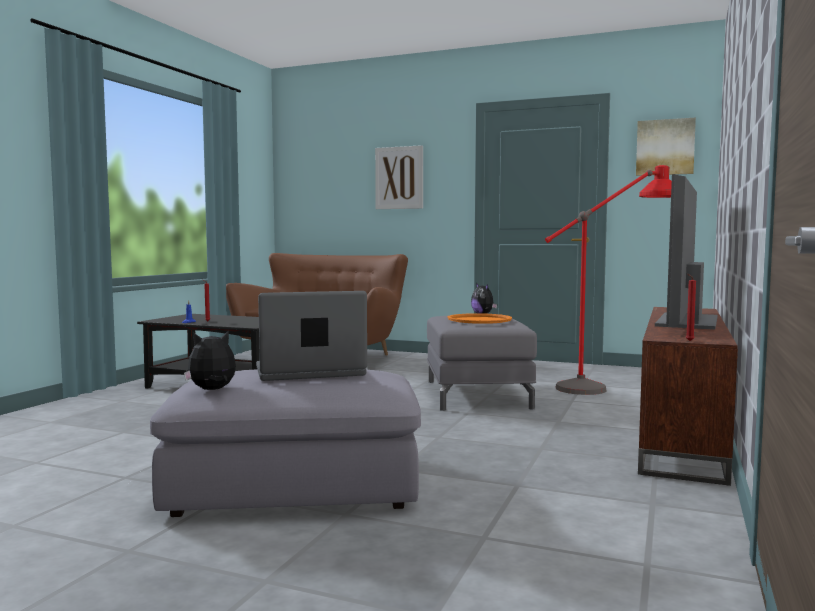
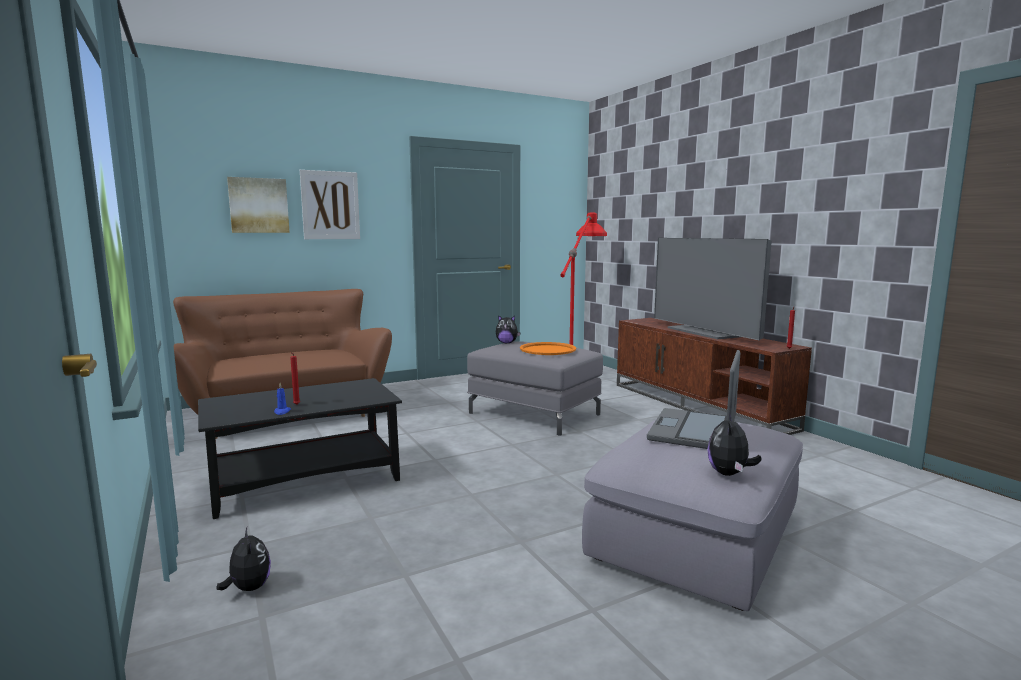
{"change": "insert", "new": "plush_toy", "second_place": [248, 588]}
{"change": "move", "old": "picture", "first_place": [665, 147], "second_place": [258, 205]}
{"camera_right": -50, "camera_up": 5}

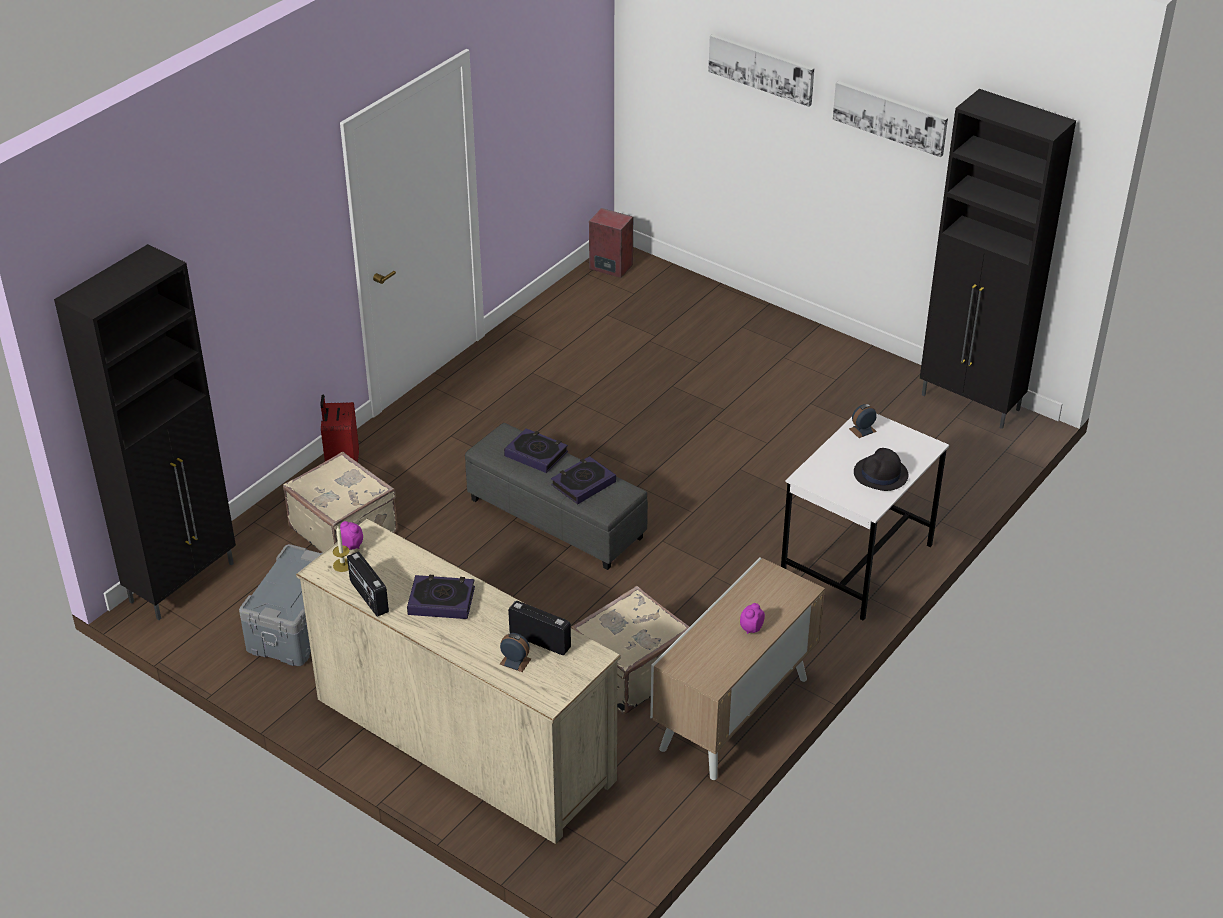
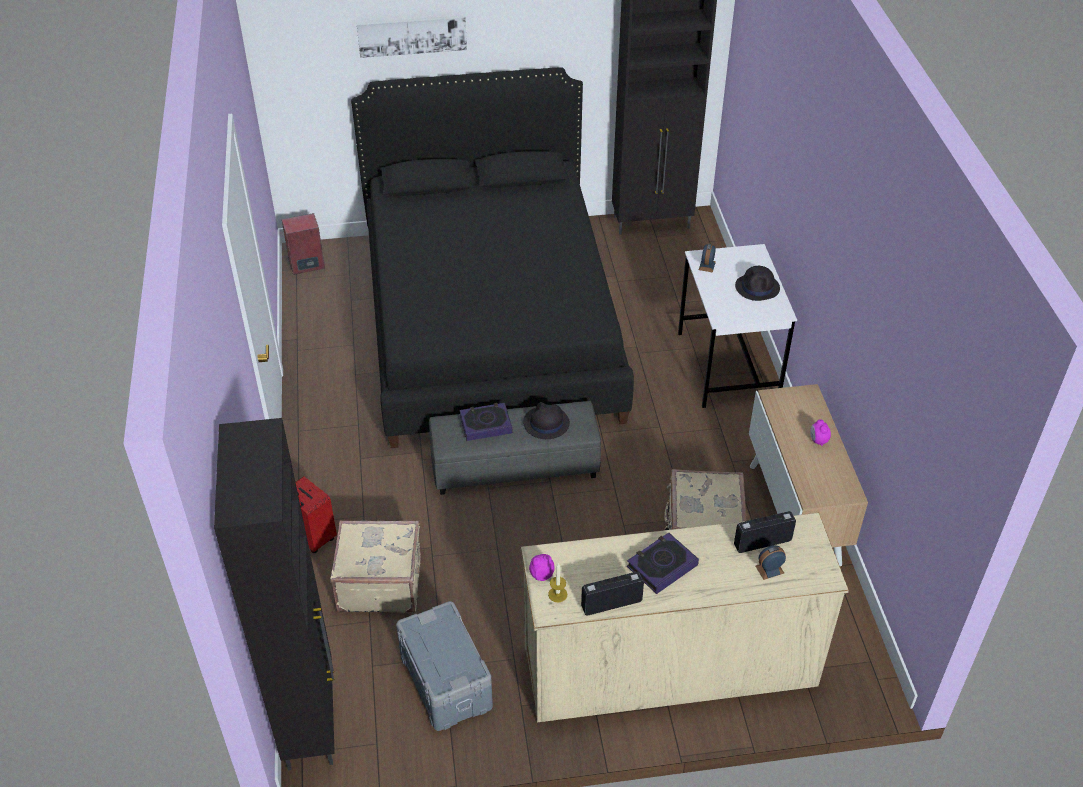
{"change": "insert", "new": "black_bed", "second_place": [490, 324]}
{"change": "replace", "old": "book", "new": "black_hat", "first_place": [583, 483], "second_place": [546, 423]}
{"change": "rotate", "old": "radio", "first_place": [368, 597], "second_place": [611, 603], "degrees": 150}
{"change": "delete", "old": "picture", "first_place": [890, 117]}
{"camera_right": -45, "camera_up": 5}

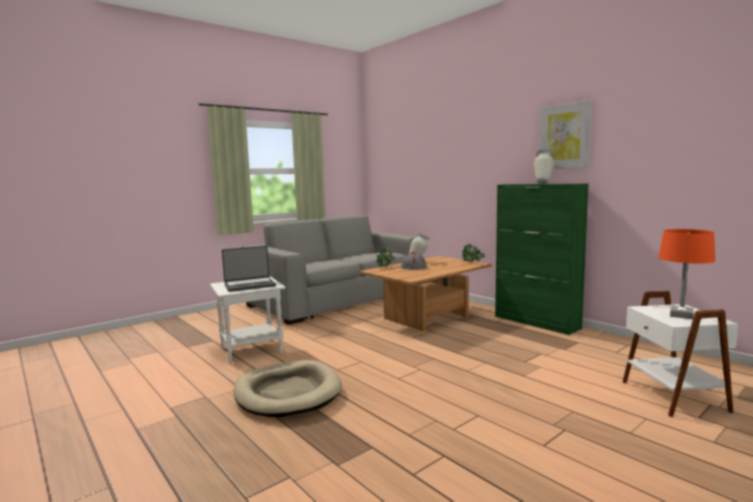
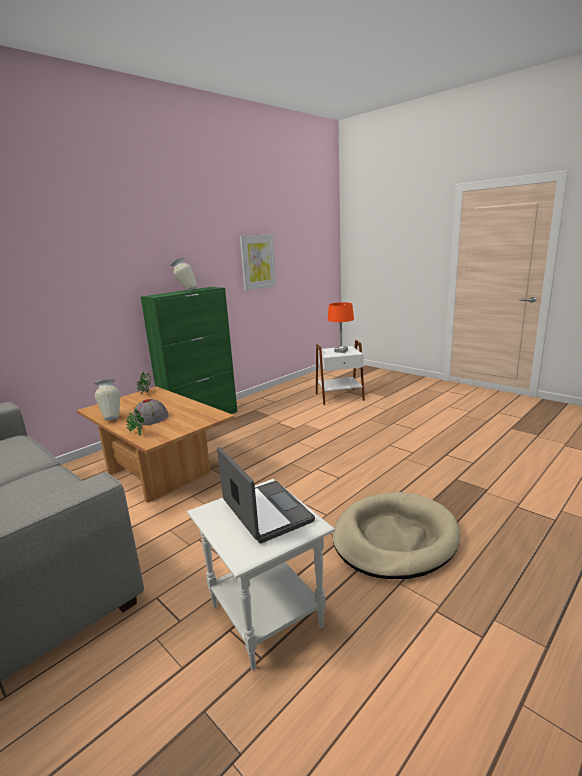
{"change": "move", "old": "picture", "first_place": [564, 136], "second_place": [257, 262]}
{"camera_right": -95, "camera_up": 10}

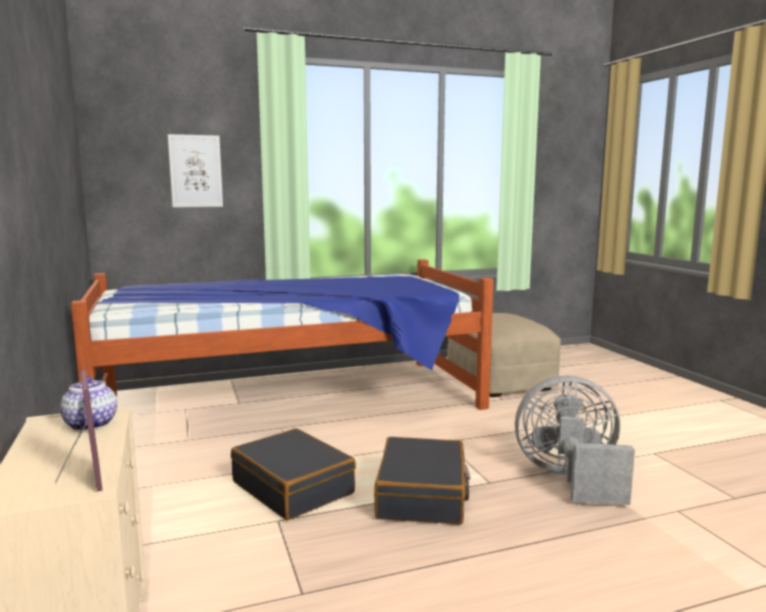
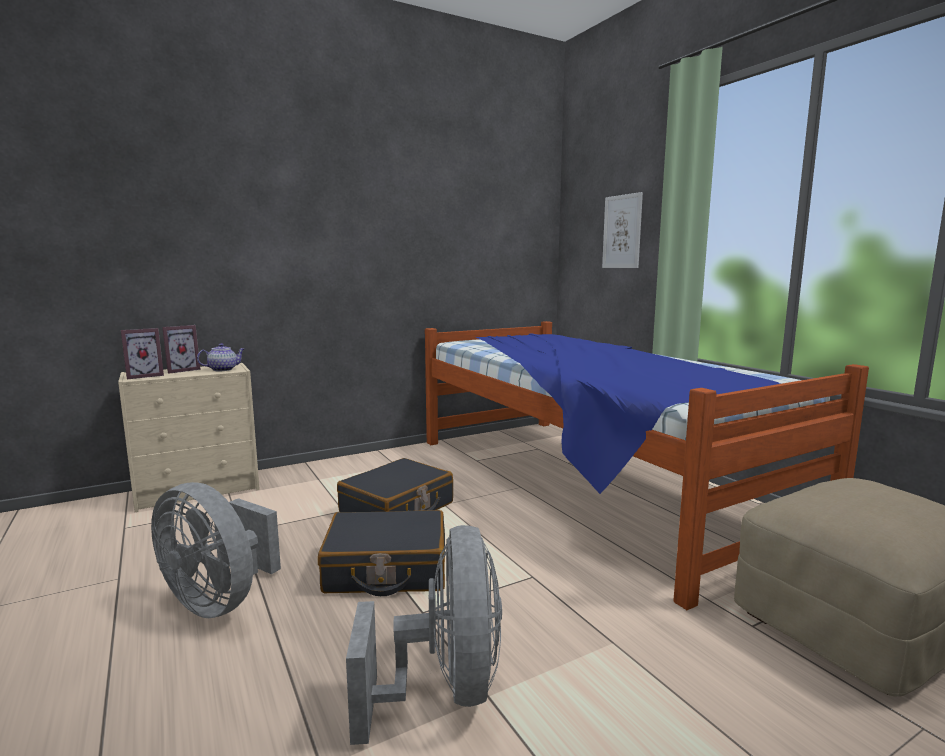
{"change": "insert", "new": "grey_fan", "second_place": [219, 600]}
{"change": "insert", "new": "picture_frame", "second_place": [181, 370]}
{"camera_right": 80, "camera_up": 0}

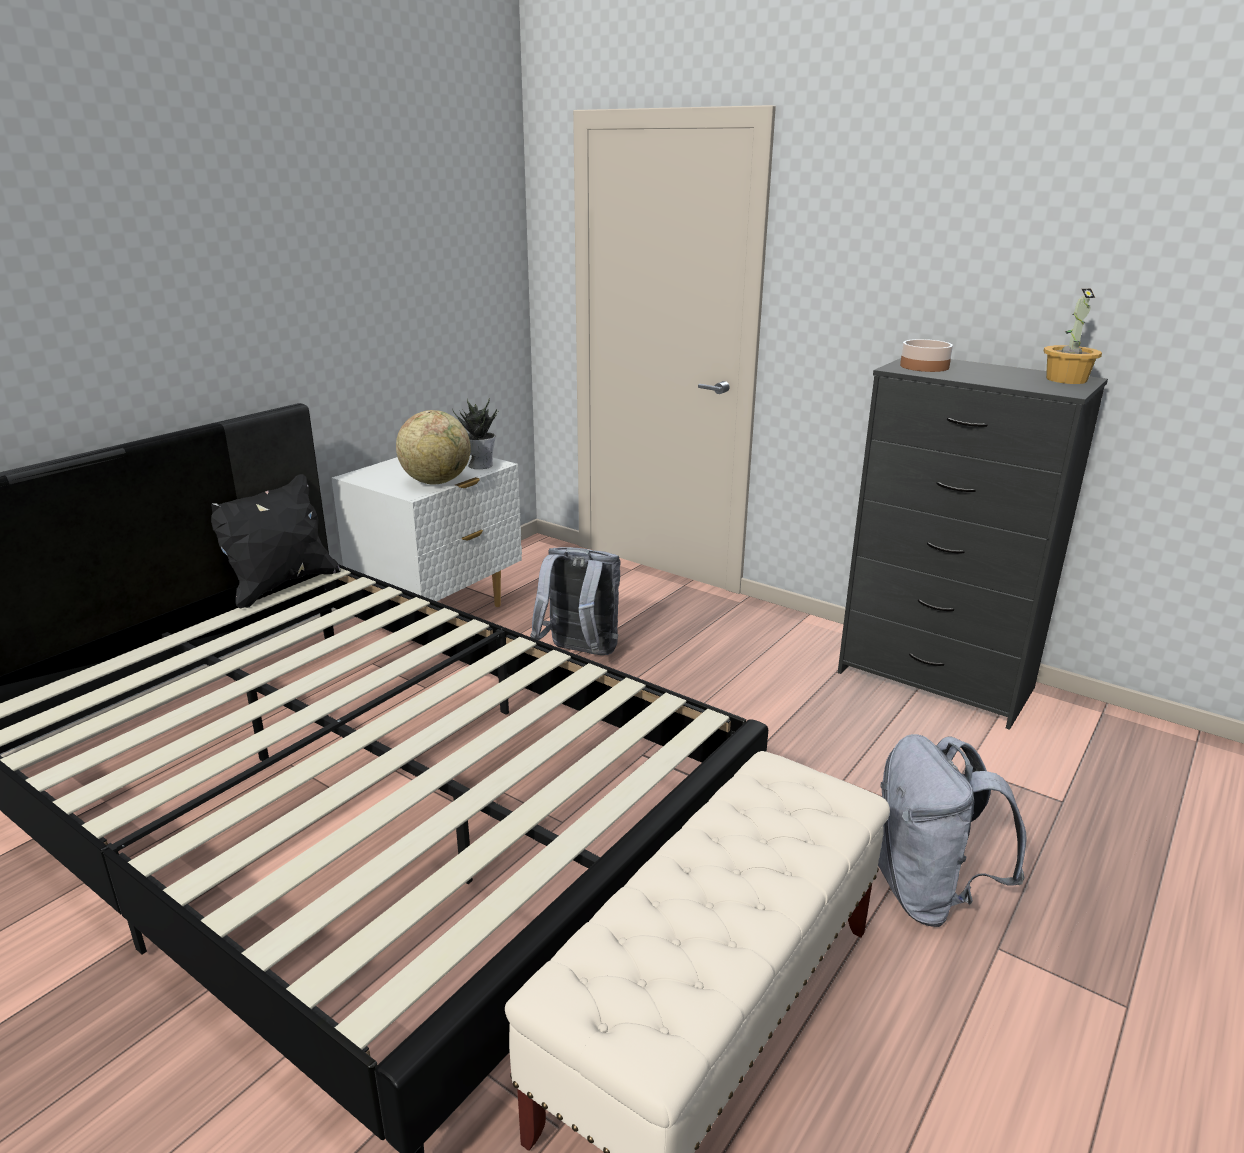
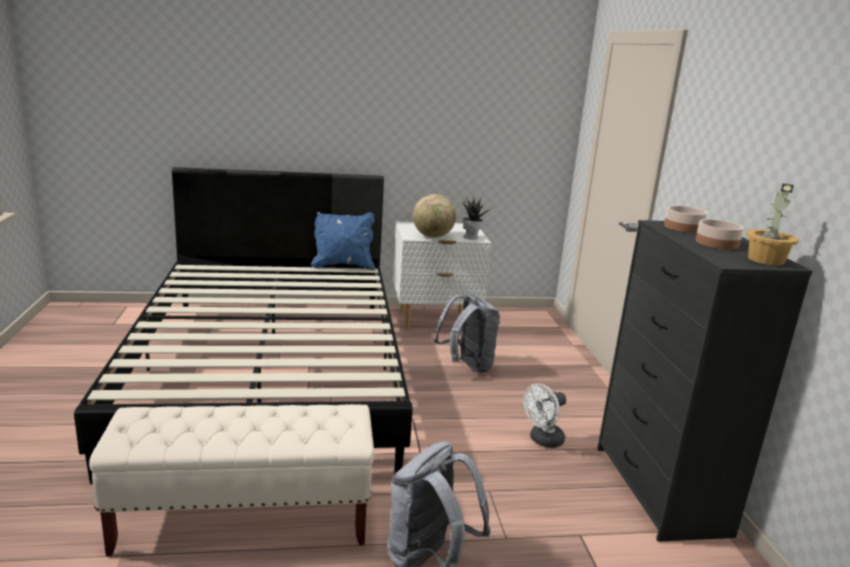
{"change": "recolor", "old": "black_pillow", "new": "blue_pillow", "first_place": [280, 585], "second_place": [343, 266]}
{"change": "insert", "new": "white_fan", "second_place": [542, 441]}
{"change": "insert", "new": "bowl", "second_place": [717, 243]}
{"camera_right": 45, "camera_up": -5}

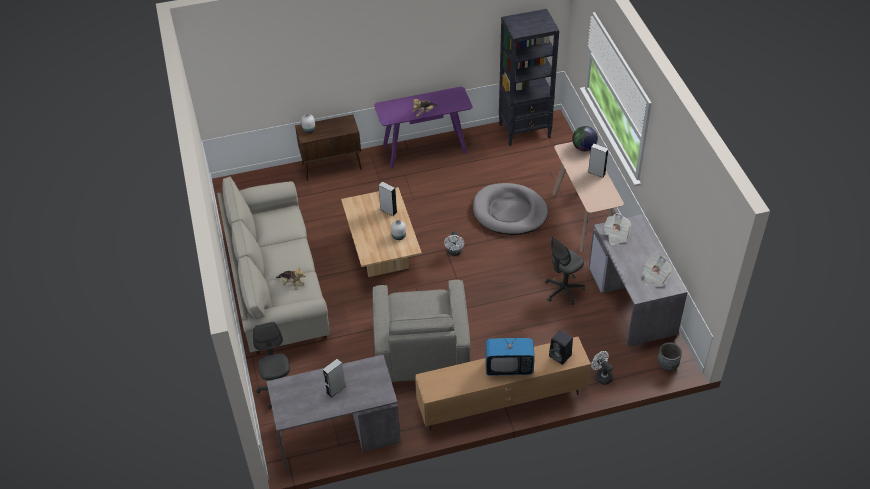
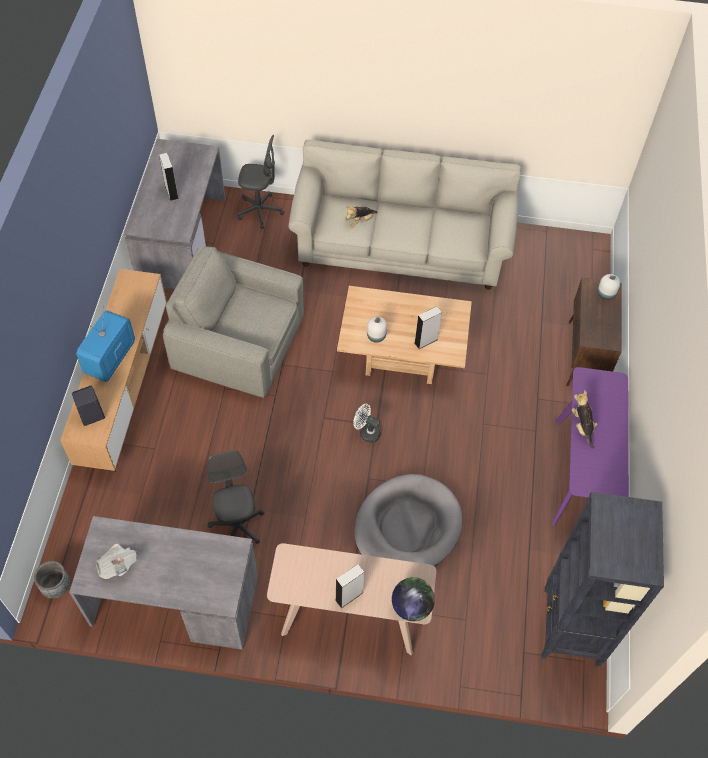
{"change": "delete", "old": "white_fan", "first_place": [601, 376]}
{"change": "delete", "old": "newspaper", "first_place": [616, 235]}
{"camera_right": 110, "camera_up": 10}

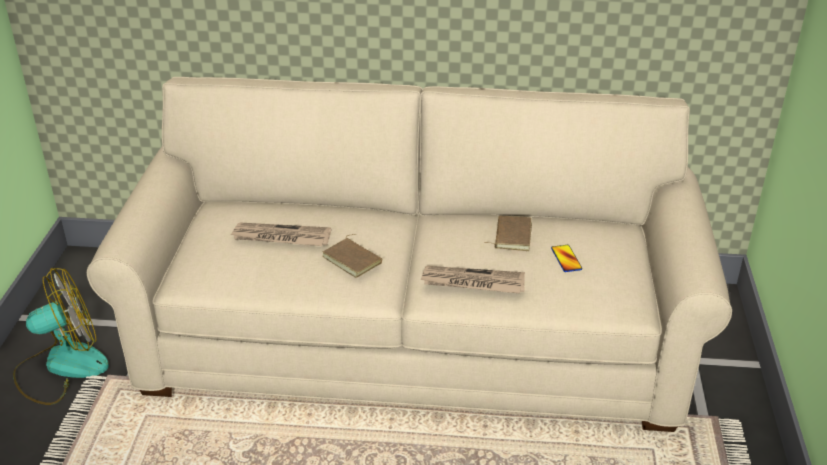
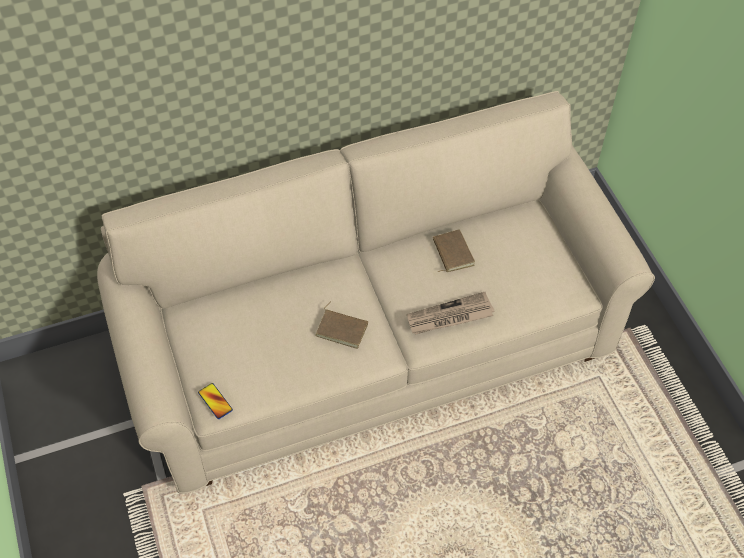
{"change": "move", "old": "phone", "first_place": [566, 259], "second_place": [215, 401]}
{"change": "delete", "old": "fan", "first_place": [61, 367]}
{"change": "delete", "old": "newspaper", "first_place": [280, 237]}
{"camera_right": -25, "camera_up": 20}

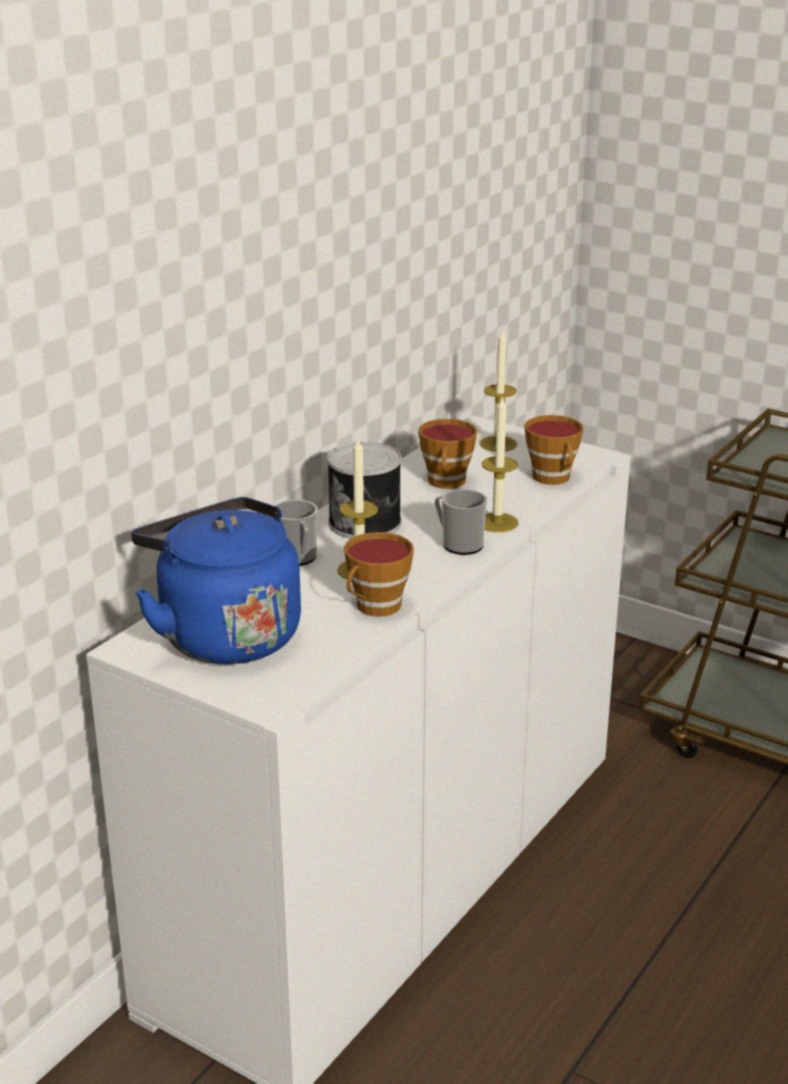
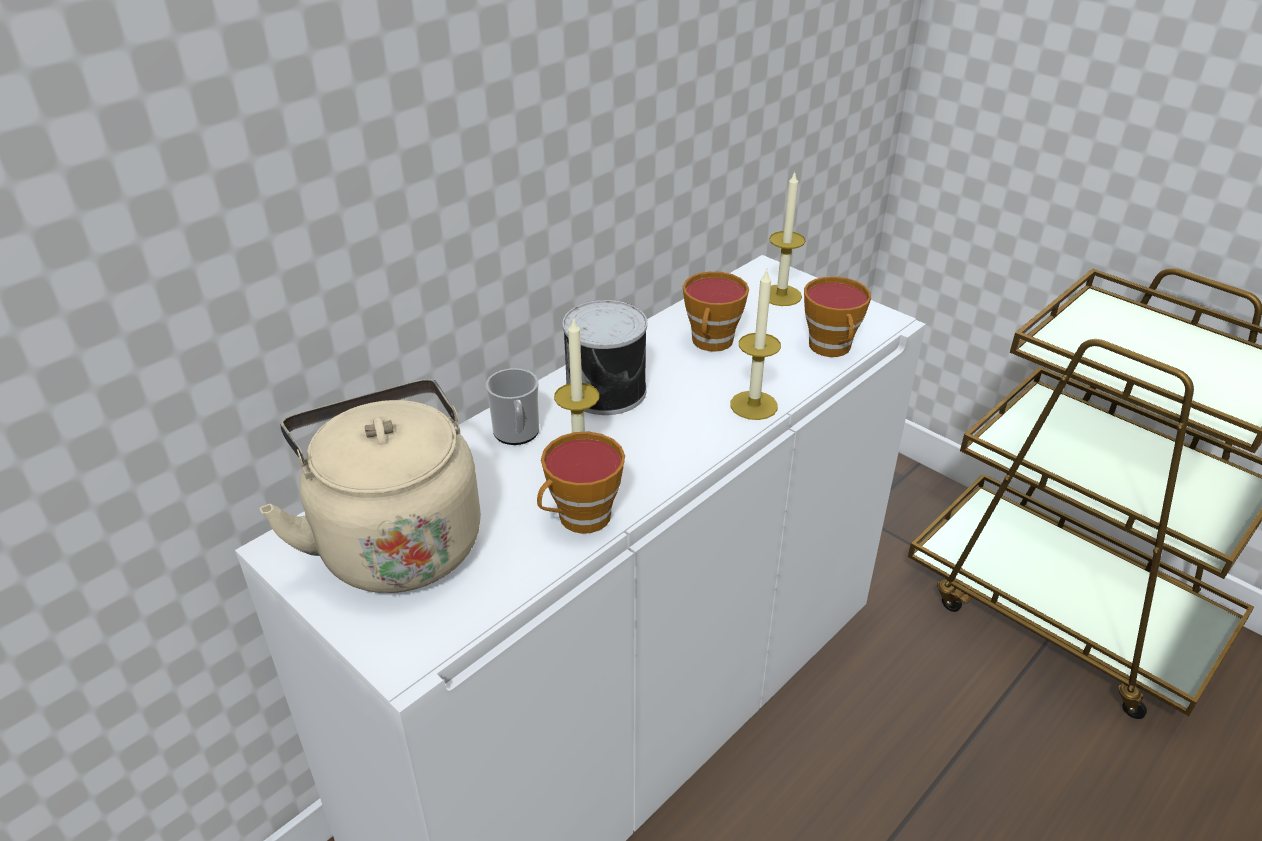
{"change": "recolor", "old": "blue_kettle", "new": "beige_kettle", "first_place": [224, 635], "second_place": [396, 540]}
{"change": "delete", "old": "mug", "first_place": [458, 544]}
{"camera_right": 10, "camera_up": 10}

